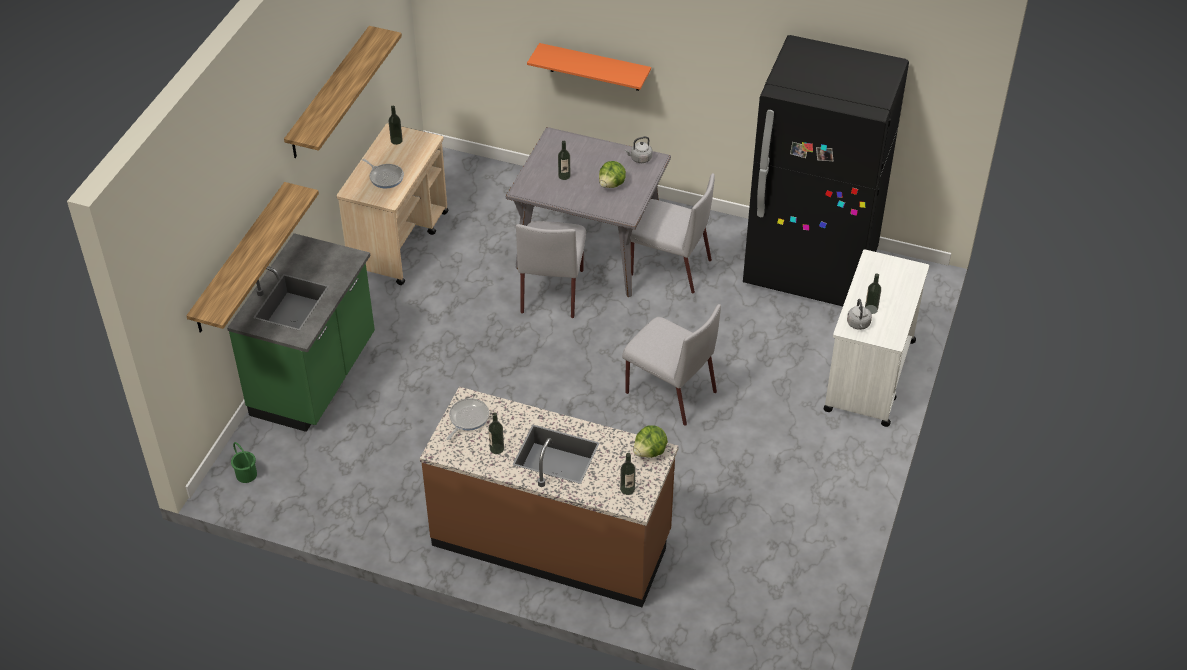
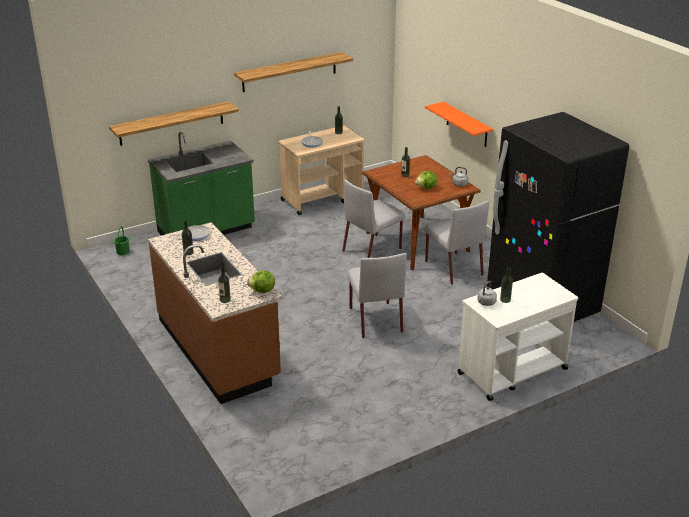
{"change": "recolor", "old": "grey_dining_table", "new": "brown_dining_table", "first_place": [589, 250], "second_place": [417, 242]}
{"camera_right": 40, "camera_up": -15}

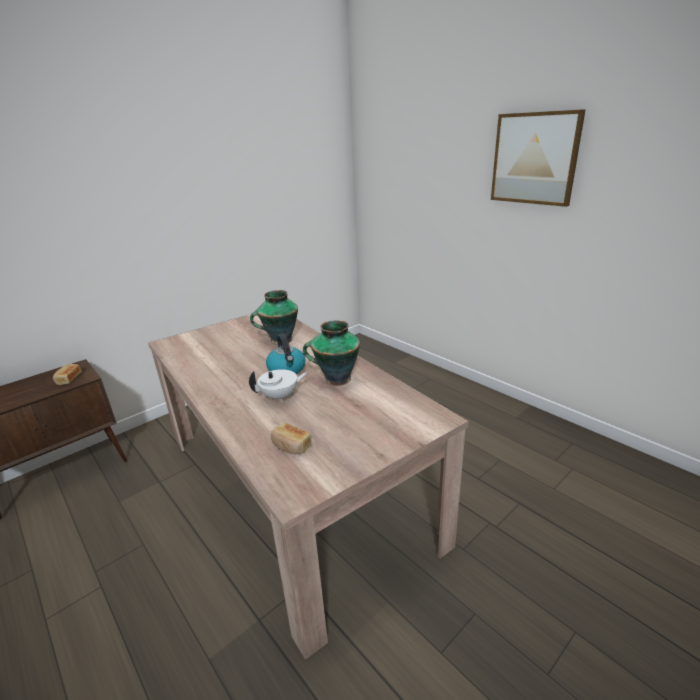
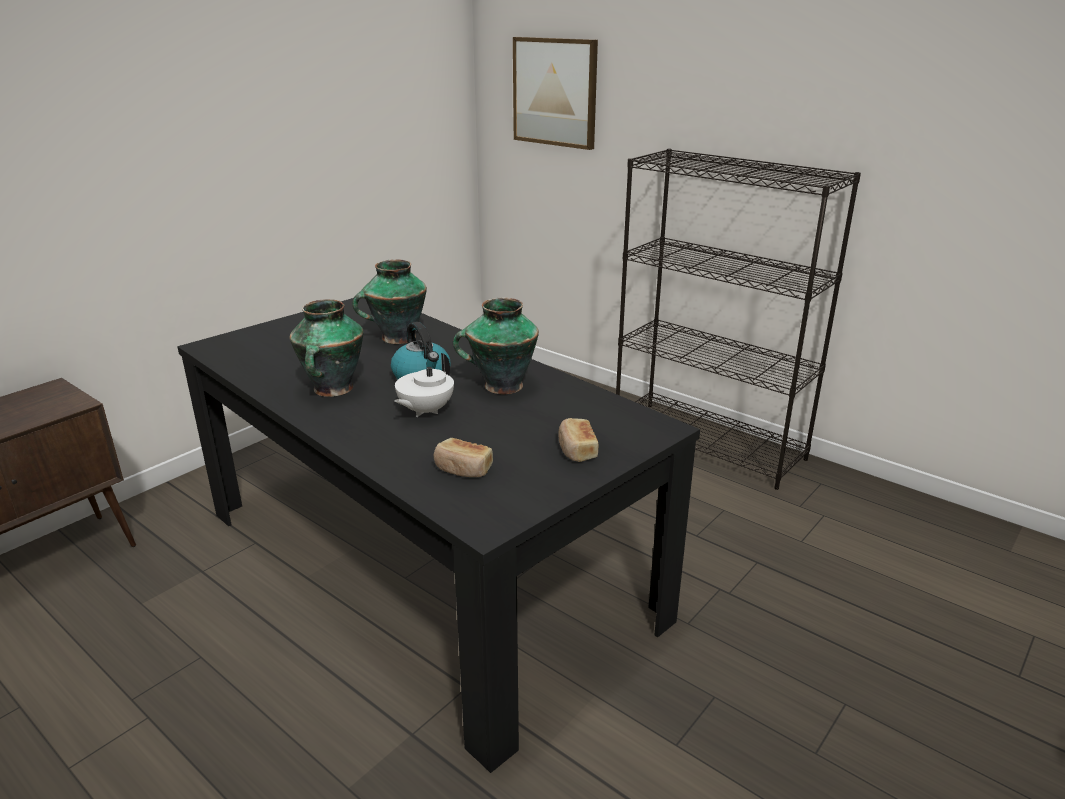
{"change": "recolor", "old": "beige_dining_table", "new": "black_dining_table", "first_place": [293, 486], "second_place": [424, 563]}
{"change": "insert", "new": "vase", "second_place": [332, 389]}
{"change": "rotate", "old": "white_teapot", "first_place": [280, 396], "second_place": [425, 411], "degrees": 150}
{"change": "move", "old": "picture", "first_place": [534, 158], "second_place": [555, 92]}
{"change": "move", "old": "bread", "first_place": [68, 379], "second_place": [576, 450]}
{"change": "insert", "new": "black_bookcase", "second_place": [708, 443]}
{"camera_right": -10, "camera_up": 0}

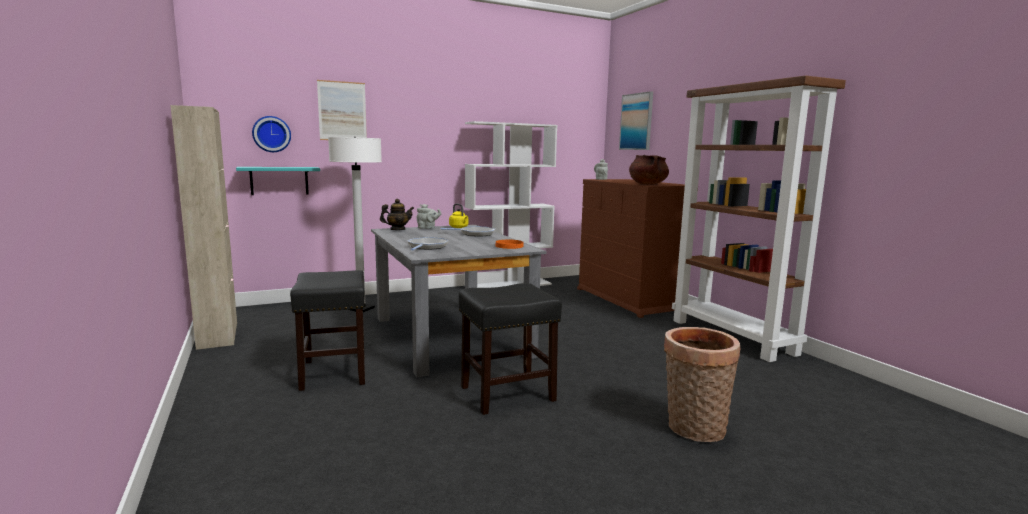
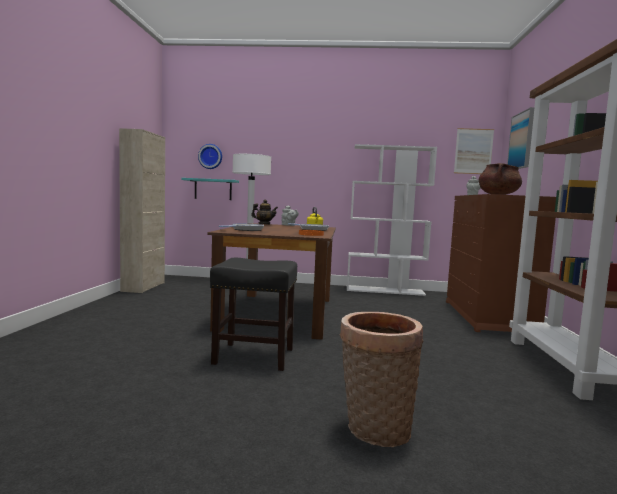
{"change": "recolor", "old": "grey_dining_table", "new": "brown_dining_table", "first_place": [448, 336], "second_place": [278, 312]}
{"change": "move", "old": "picture", "first_place": [342, 111], "second_place": [473, 151]}
{"change": "delete", "old": "black_stool", "first_place": [334, 372]}
{"camera_right": 30, "camera_up": -5}

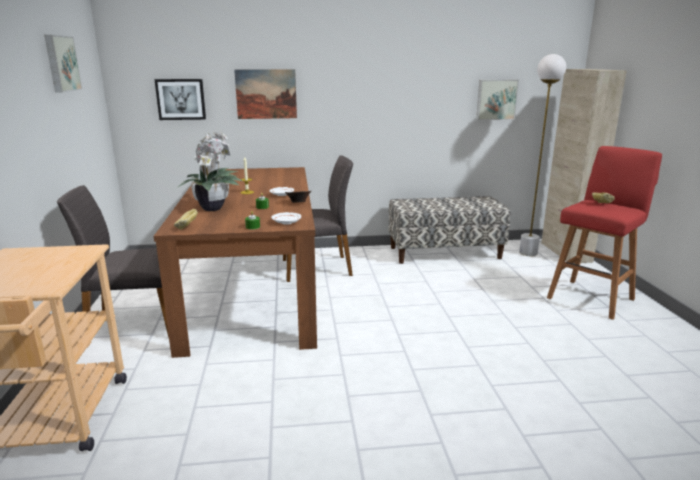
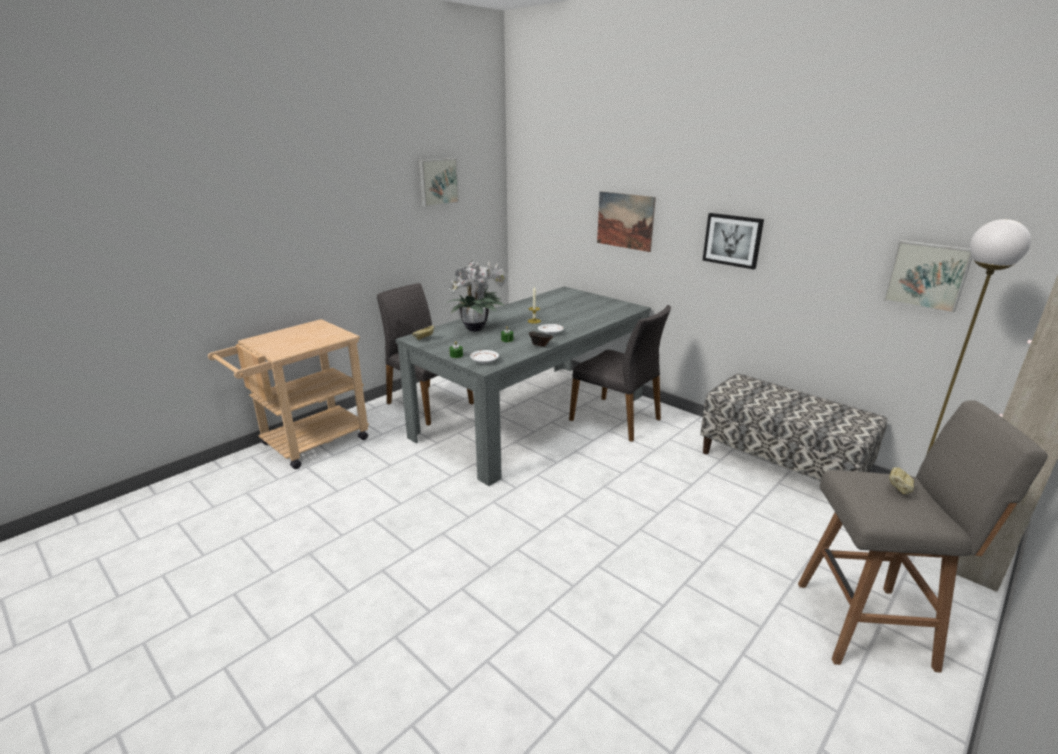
{"change": "recolor", "old": "brown_dining_table", "new": "grey_dining_table", "first_place": [253, 291], "second_place": [532, 415]}
{"change": "move", "old": "picture", "first_place": [181, 99], "second_place": [732, 240]}
{"change": "recolor", "old": "red_stool", "new": "grey_stool", "first_place": [592, 298], "second_place": [869, 624]}
{"camera_right": 50, "camera_up": 5}

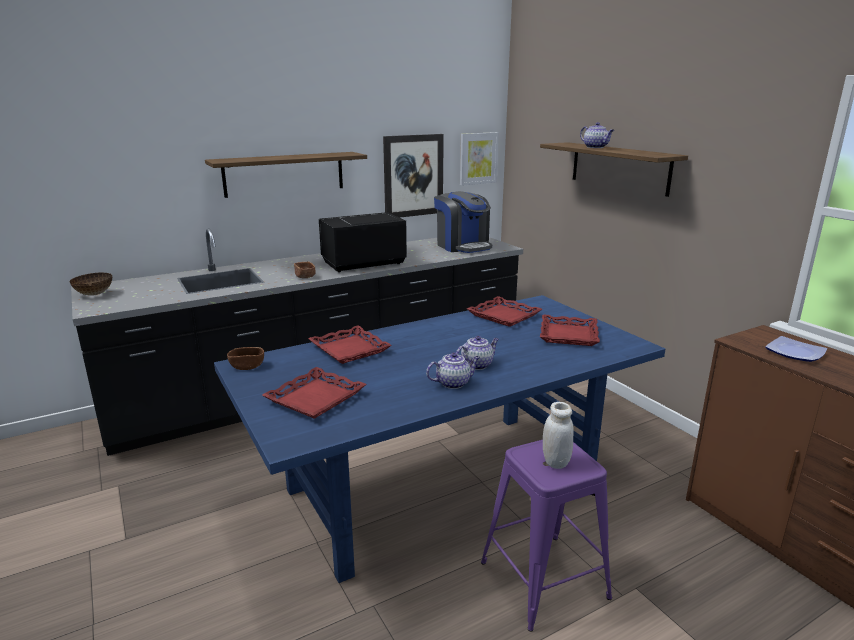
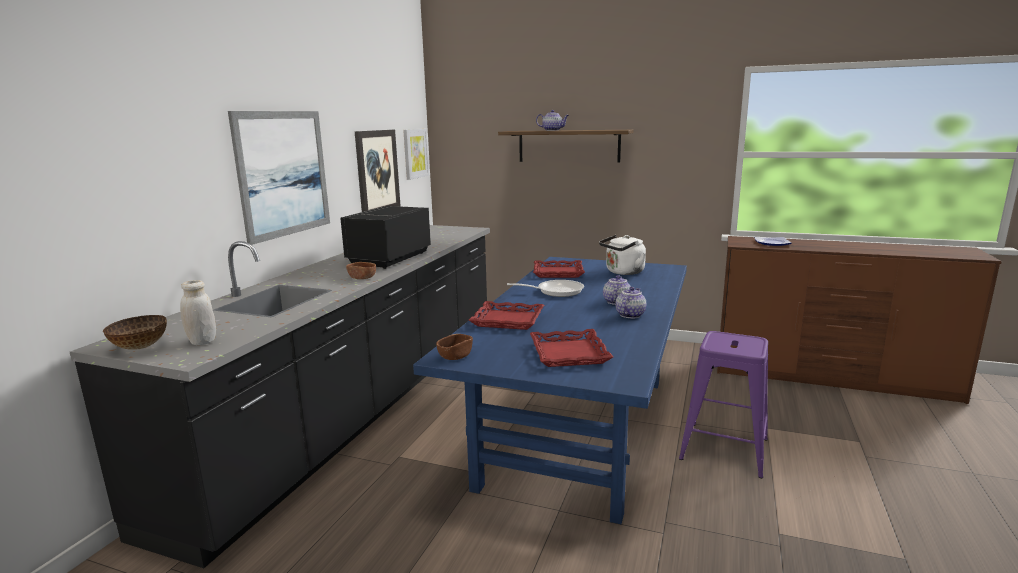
{"change": "move", "old": "white_jar", "first_place": [555, 462], "second_place": [202, 341]}
{"change": "replace", "old": "shelf", "new": "picture", "first_place": [284, 174], "second_place": [283, 173]}
{"change": "insert", "new": "frying_pan", "second_place": [555, 291]}
{"change": "replace", "old": "red_tray", "new": "white_kettle", "first_place": [568, 335], "second_place": [623, 272]}
{"change": "delete", "old": "coffee_machine", "first_place": [463, 246]}
{"camera_right": -40, "camera_up": -5}

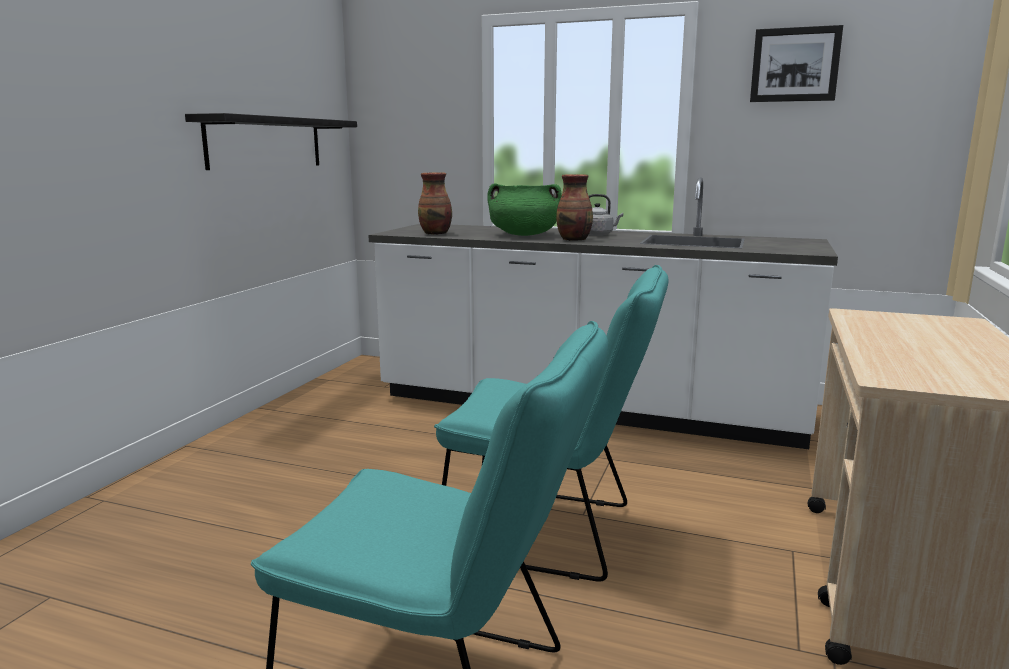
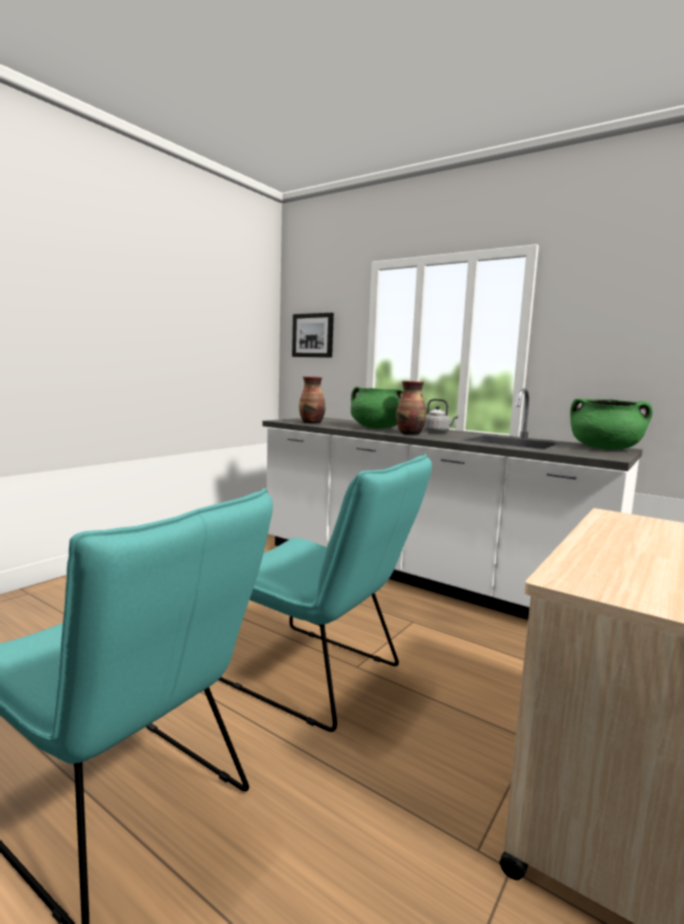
{"change": "move", "old": "picture", "first_place": [795, 65], "second_place": [313, 335]}
{"change": "insert", "new": "green_cooking_pot", "second_place": [605, 448]}
{"change": "delete", "old": "black_shelf", "first_place": [266, 143]}
{"camera_right": 15, "camera_up": -5}

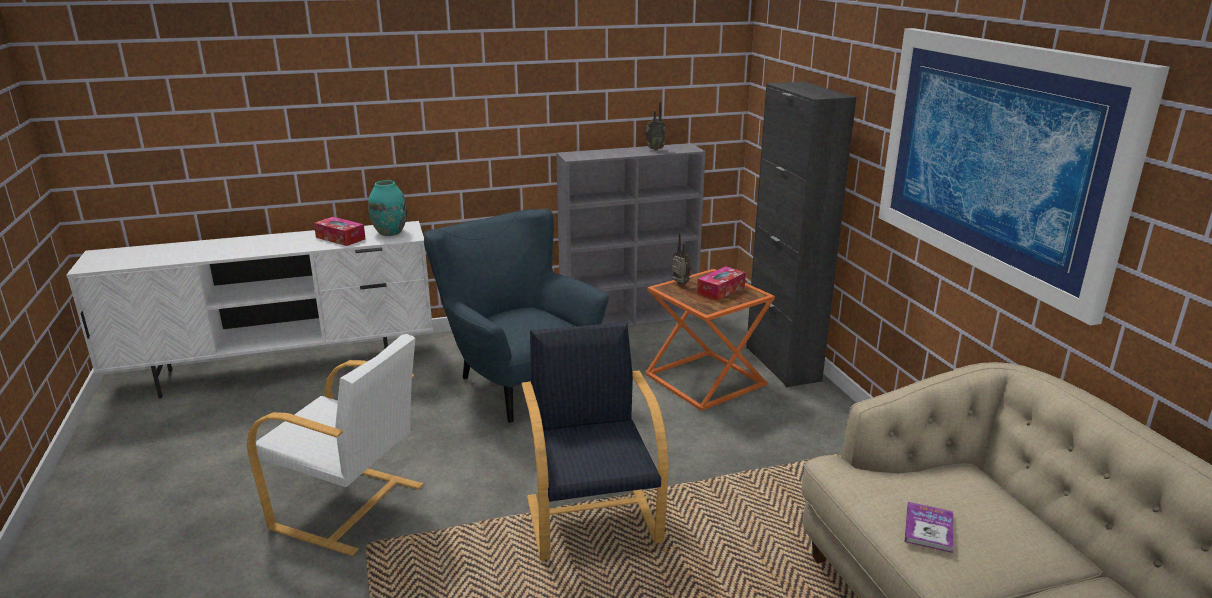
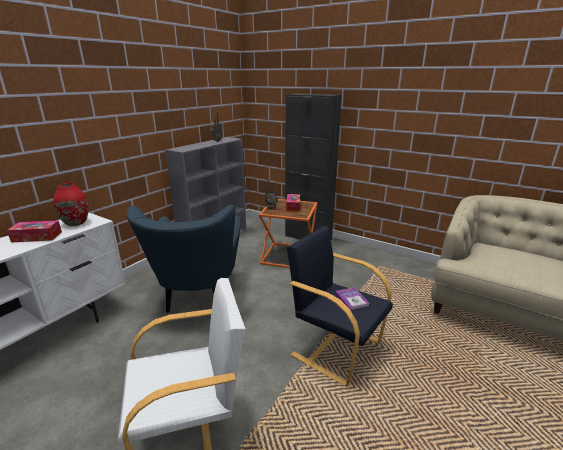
{"change": "recolor", "old": "turquoise_vase", "new": "red_vase", "first_place": [389, 232], "second_place": [75, 223]}
{"change": "rotate", "old": "blue_armchair", "first_place": [516, 383], "second_place": [198, 295], "degrees": -105}
{"change": "move", "old": "book", "first_place": [929, 528], "second_place": [351, 299]}
{"change": "delete", "old": "picture", "first_place": [996, 158]}
{"camera_right": -40, "camera_up": 0}

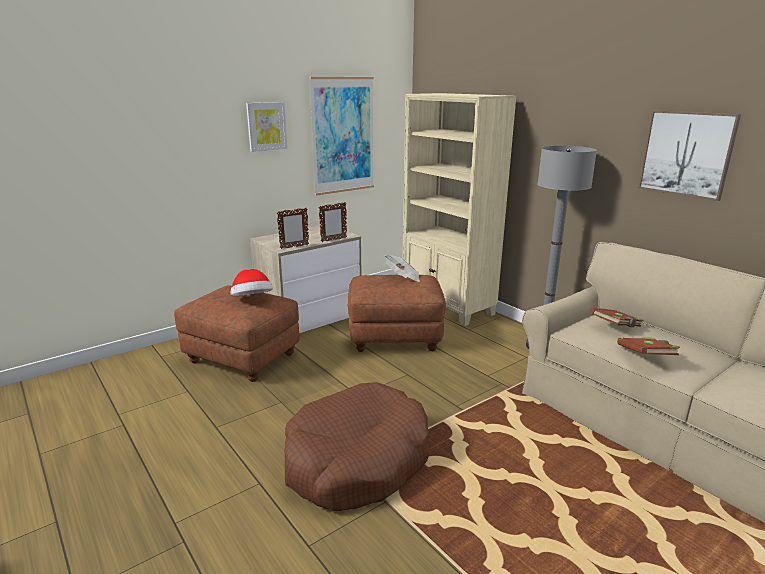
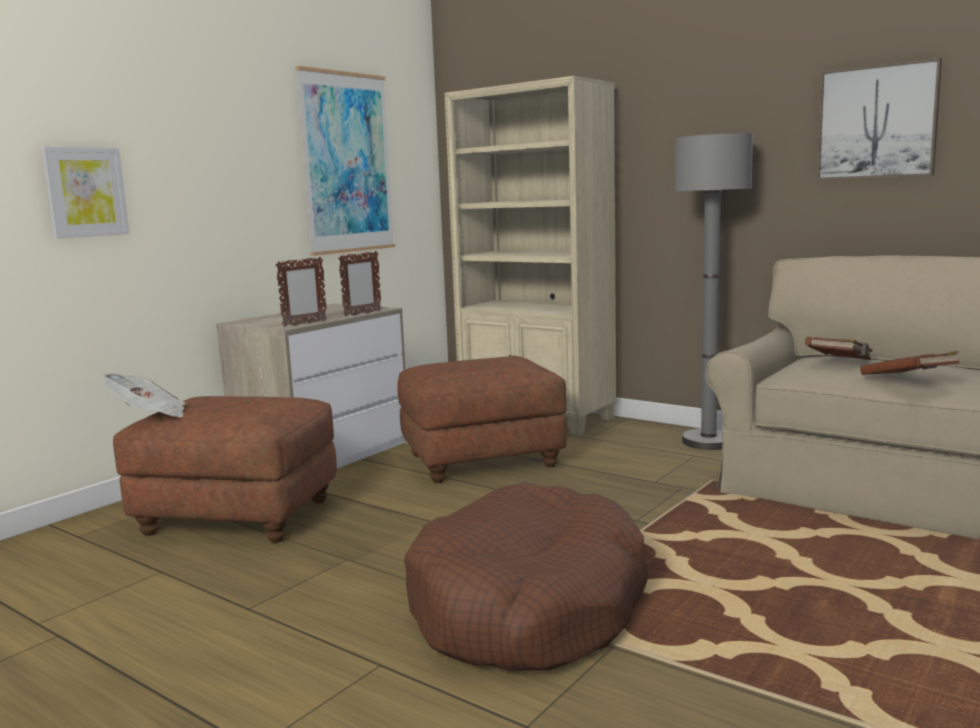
{"change": "move", "old": "picture", "first_place": [266, 126], "second_place": [85, 192]}
{"change": "move", "old": "newspaper", "first_place": [403, 277], "second_place": [149, 415]}
{"change": "delete", "old": "hat", "first_place": [252, 300]}
{"camera_right": -15, "camera_up": -10}

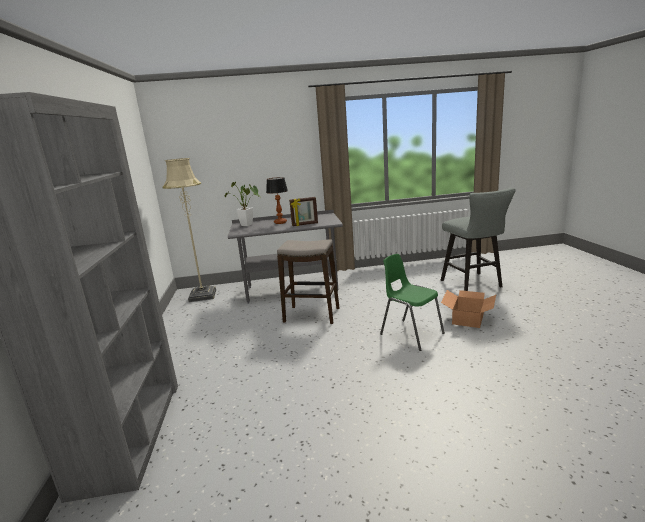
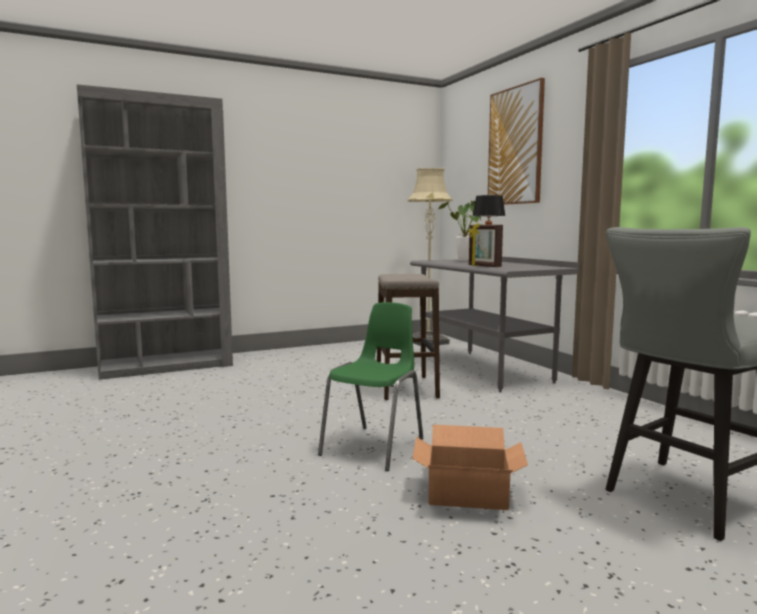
{"change": "insert", "new": "picture", "second_place": [515, 146]}
{"camera_right": 70, "camera_up": -10}

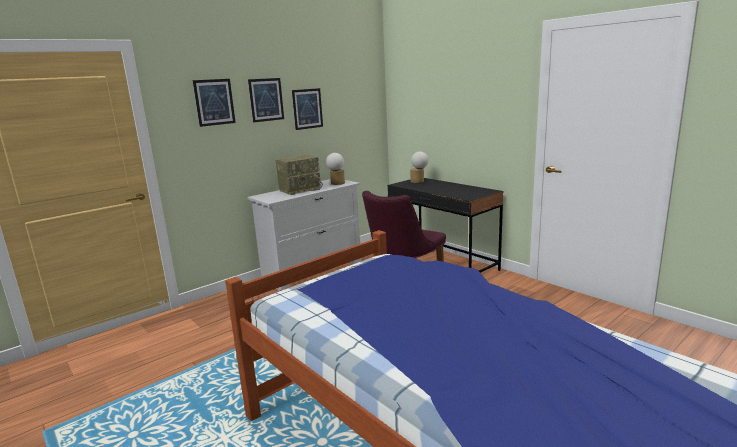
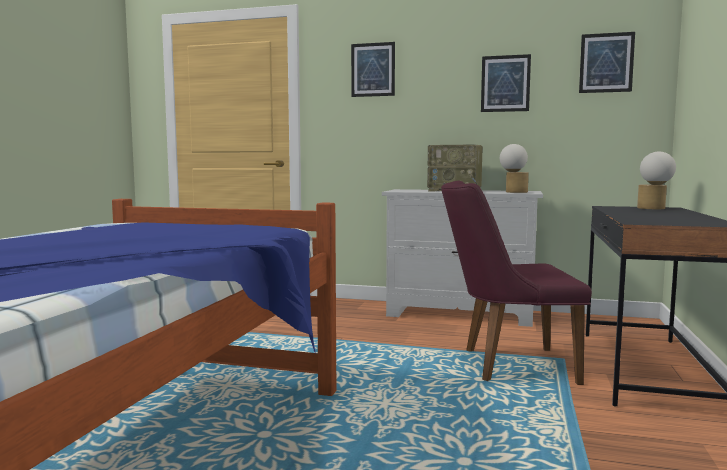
{"change": "move", "old": "picture", "first_place": [266, 99], "second_place": [606, 63]}
{"camera_right": 55, "camera_up": -10}

